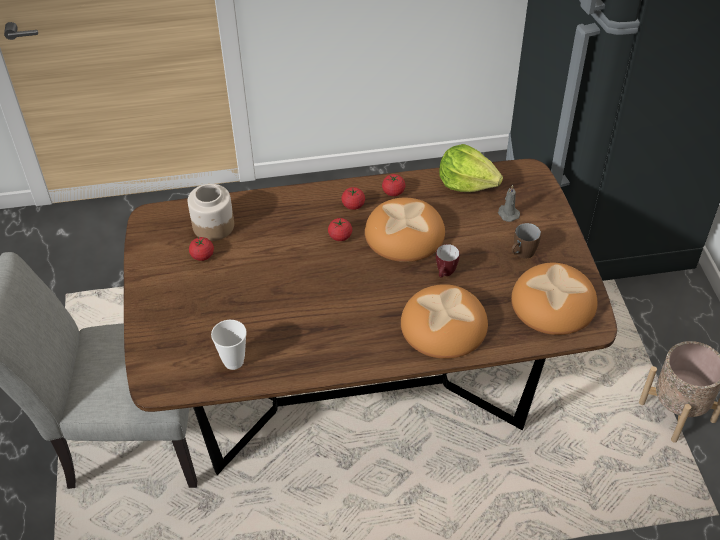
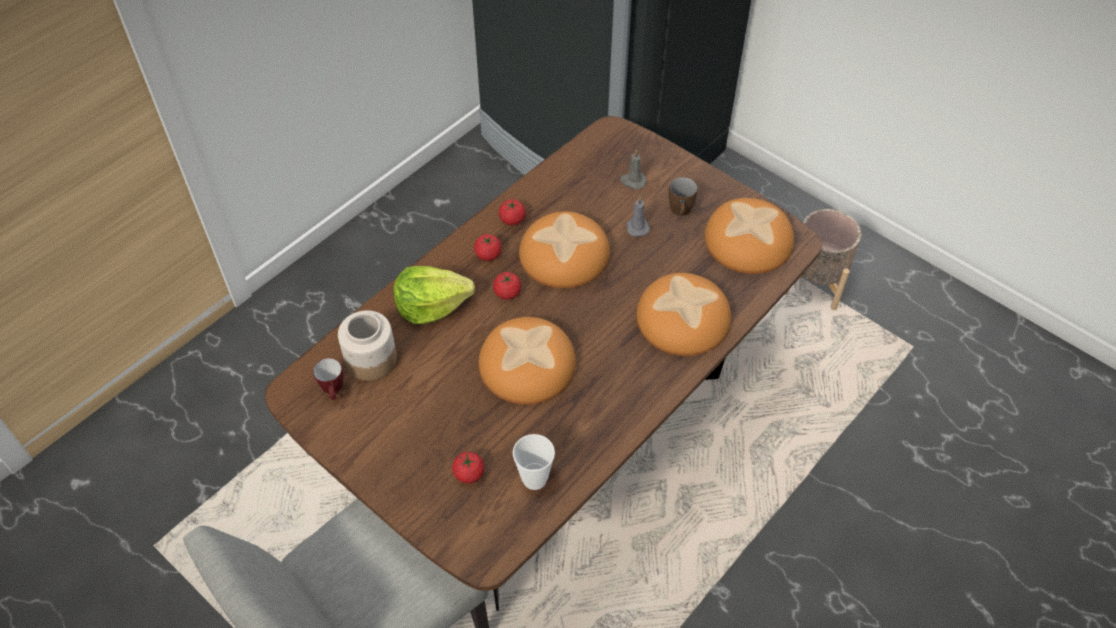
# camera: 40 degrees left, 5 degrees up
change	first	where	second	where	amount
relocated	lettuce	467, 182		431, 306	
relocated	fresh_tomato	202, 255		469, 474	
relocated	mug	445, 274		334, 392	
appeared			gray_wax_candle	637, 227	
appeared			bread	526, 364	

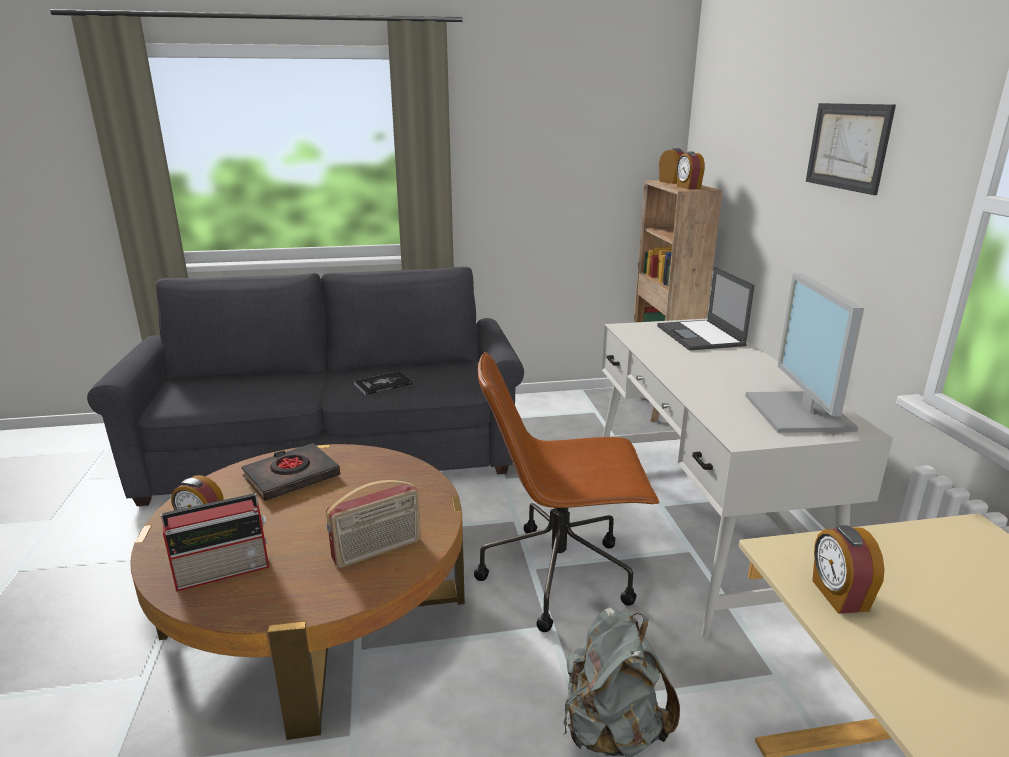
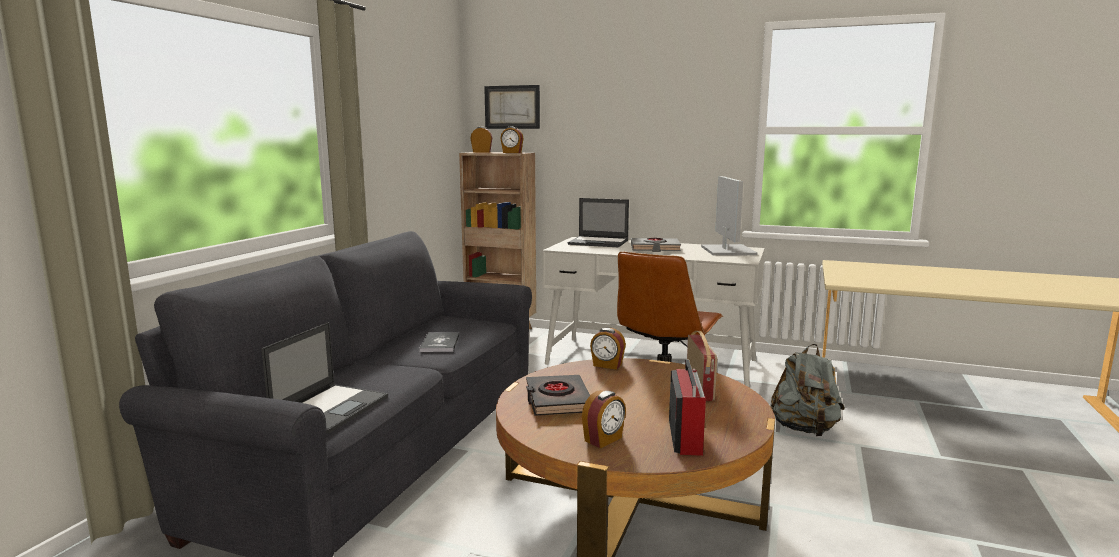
# camera: 60 degrees left, 10 degrees down
change	first	where	second	where	amount
relocated	picture	848, 146		512, 107	
spun	computer_display	800, 413		727, 250	120 degrees counterclockwise
relocated	table_clock	838, 595		607, 365	
appeared			gray_bound_book	655, 248	
appeared			portable_computer	331, 408	

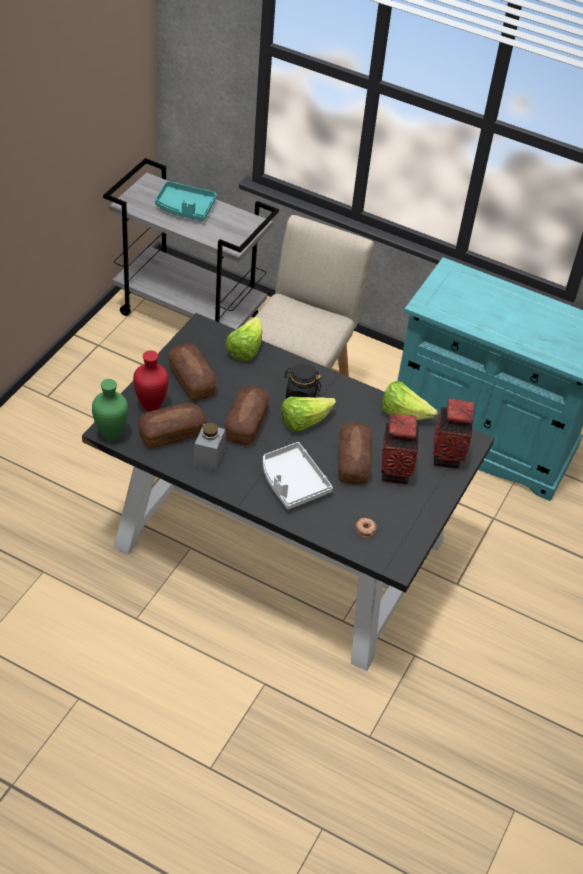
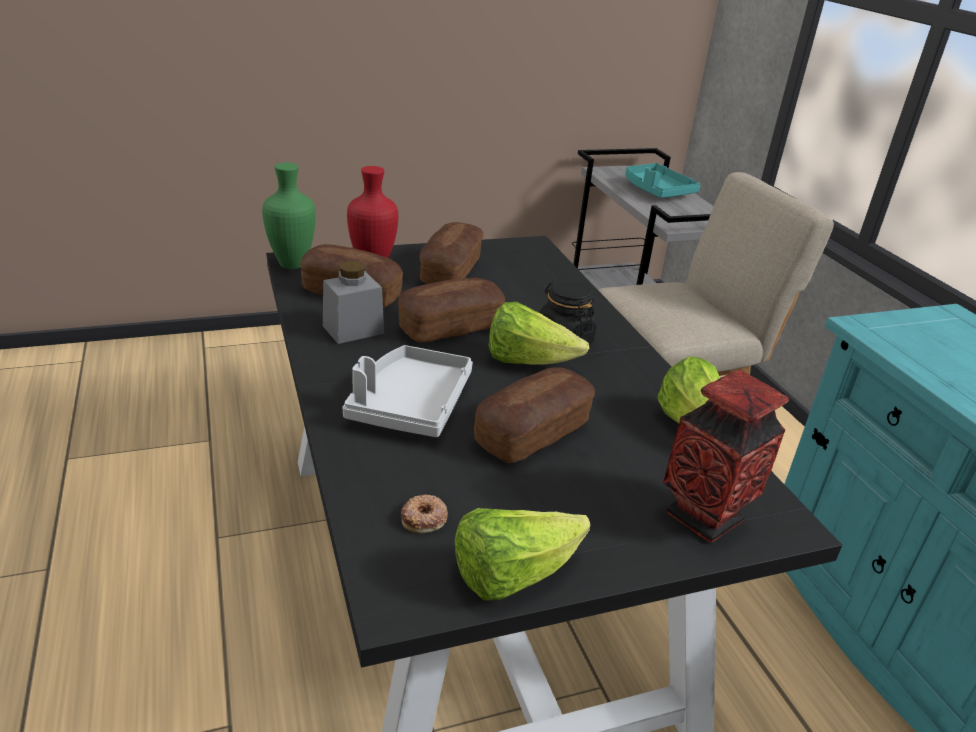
# camera: 45 degrees right, 15 degrees down
change	first	where	second	where	amount
relocated	lettuce	245, 349		512, 575	
missing	flower_vase	395, 473			

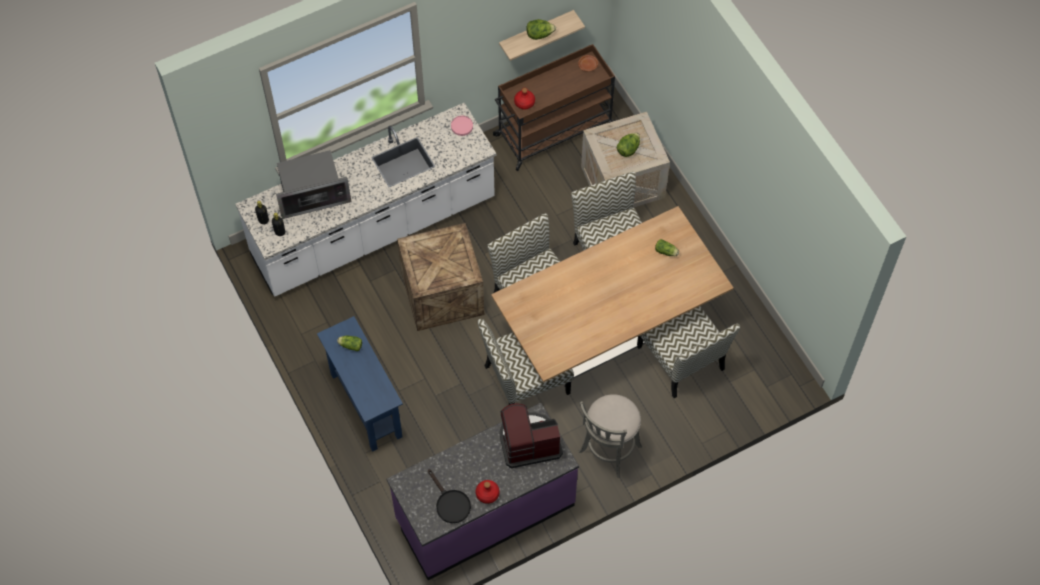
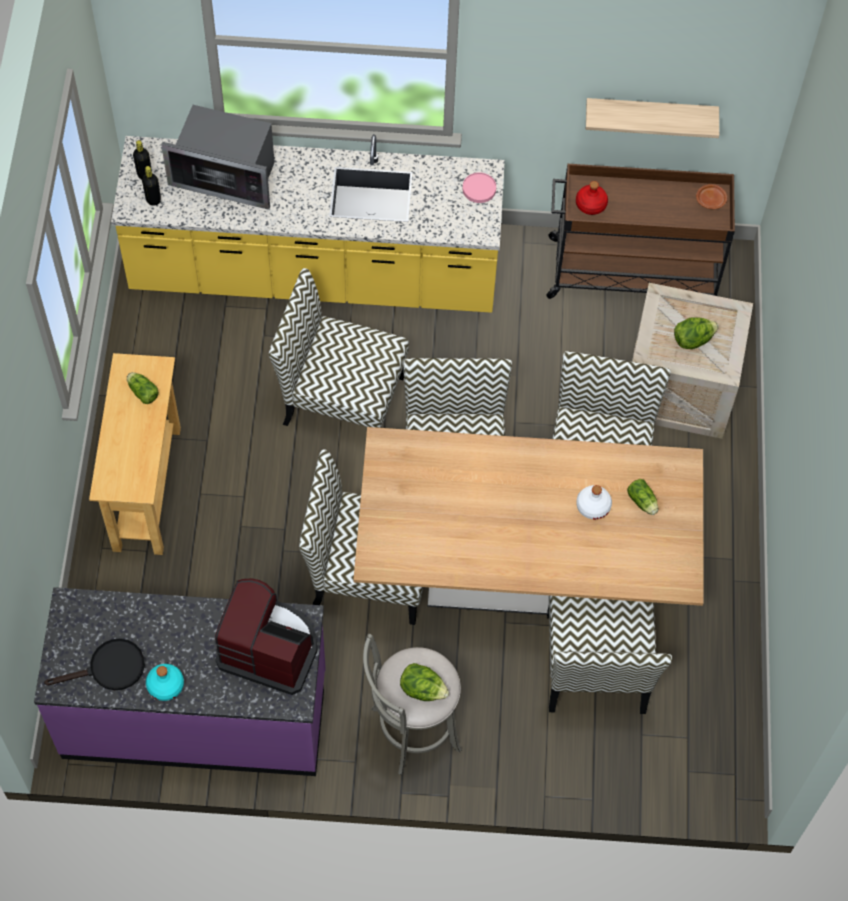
# camera: 30 degrees right, 0 degrees up
change	first	where	second	where	amount
relocated	lettuce	539, 35		422, 689	
colour	whitish_kitchen_base_unit	374, 229	yellowish_kitchen_base_unit	314, 274	
exchanged	packing_crate	441, 292	chair	341, 399	
colour	bluish_console_table	366, 405	beige_console_table	147, 488	
spun	blackish_pan	450, 503		109, 669	105 degrees counterclockwise
colour	reddish_beverage_bottle	487, 494	turquoise_beverage_bottle	166, 686	
appeared			whitish_beverage_bottle	593, 506	

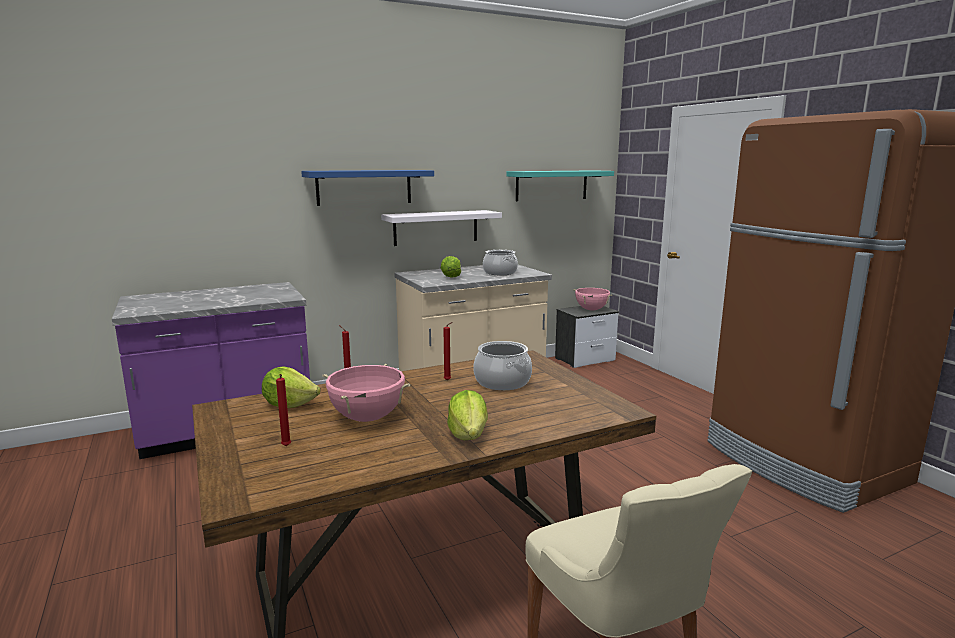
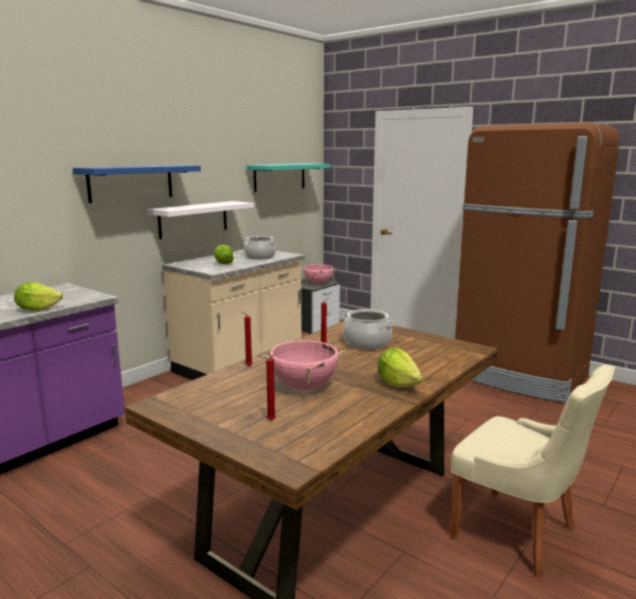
# camera: 25 degrees left, 0 degrees up
change	first	where	second	where	amount
relocated	lettuce	289, 404		37, 309	

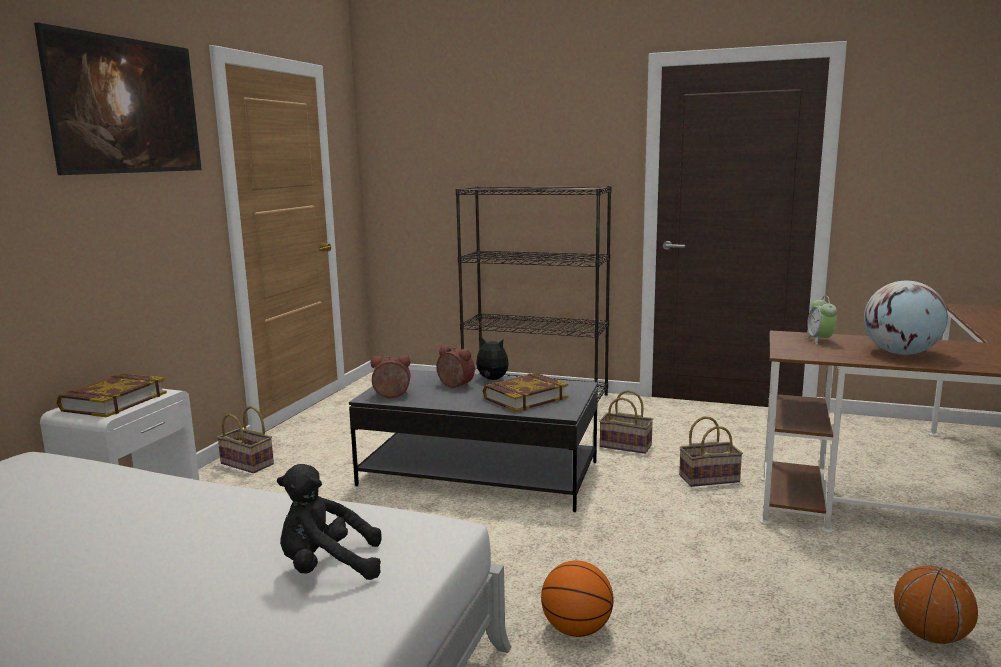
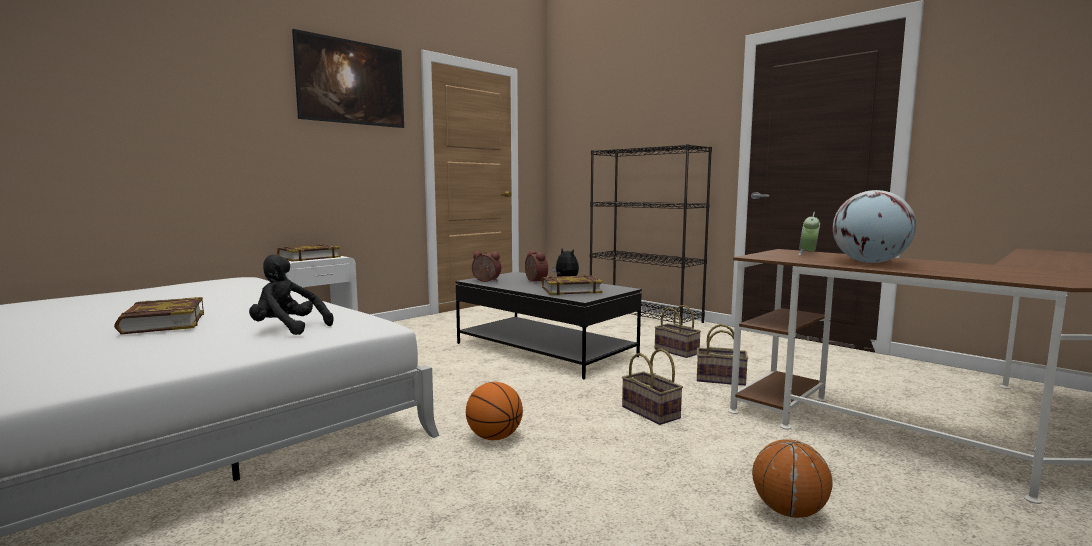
# camera: 25 degrees right, 5 degrees down
change	first	where	second	where	amount
relocated	household_basket	249, 464		652, 412	
appeared			bound_book	163, 323	

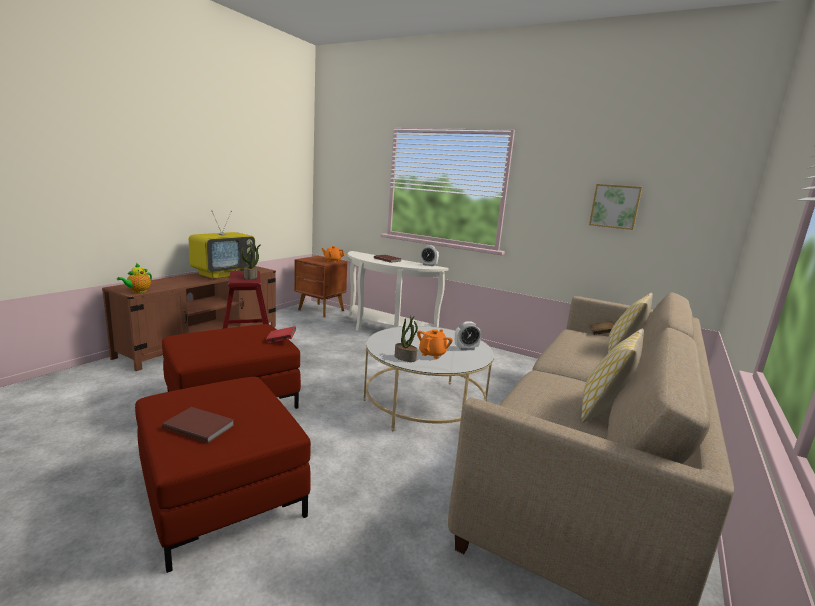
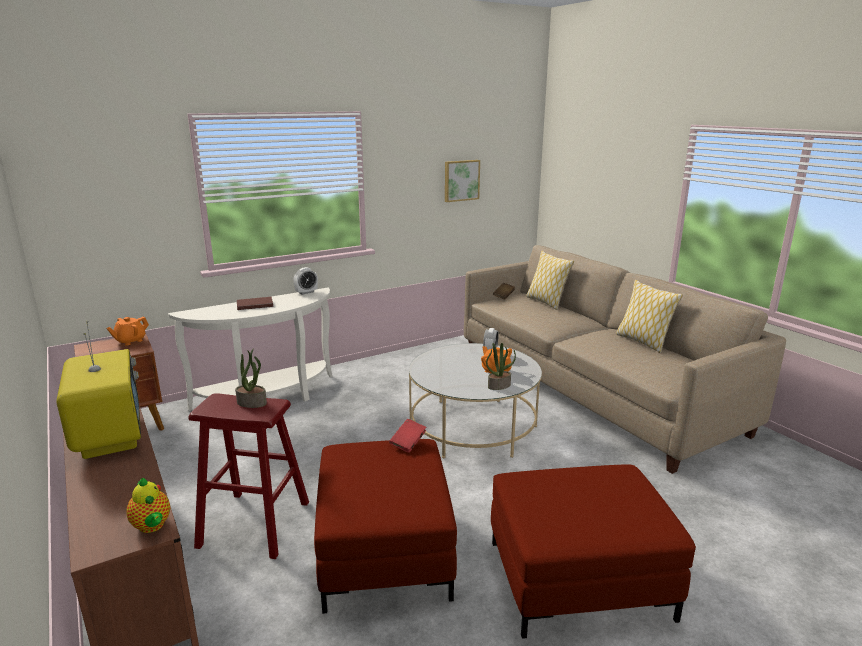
# camera: 60 degrees left, 5 degrees up
change	first	where	second	where	amount
missing	brown-coloured_bound_book	199, 426			

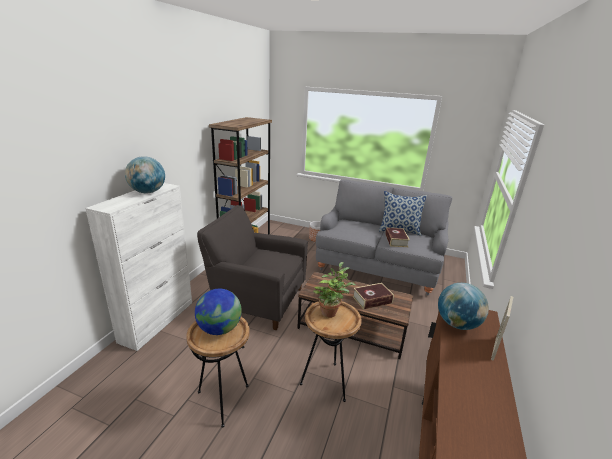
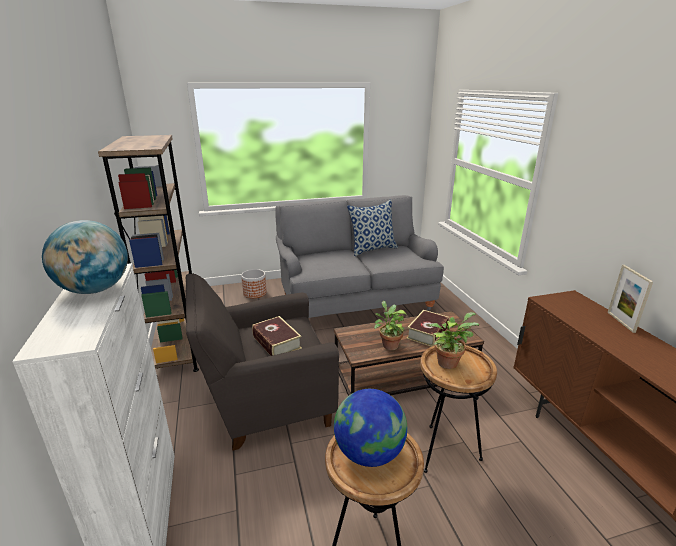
# camera: 35 degrees left, 0 degrees up
change	first	where	second	where	amount
relocated	bound_book	396, 240		276, 342	
missing	desk_globe	457, 324			

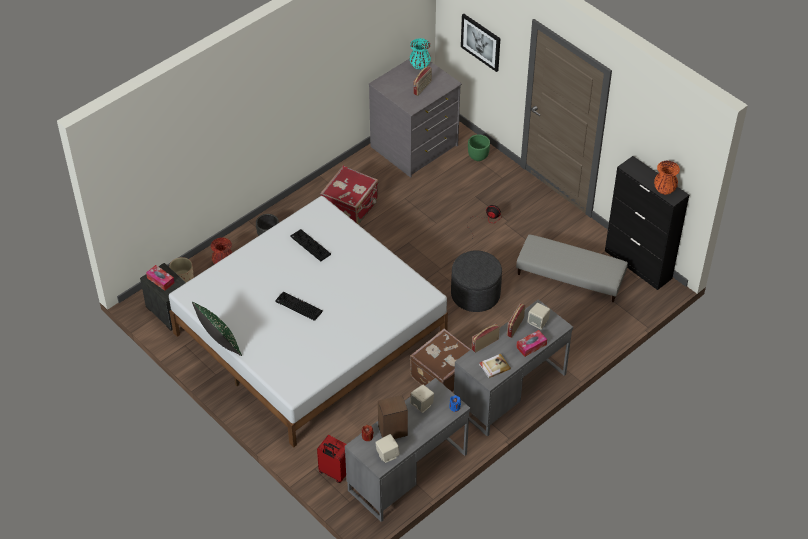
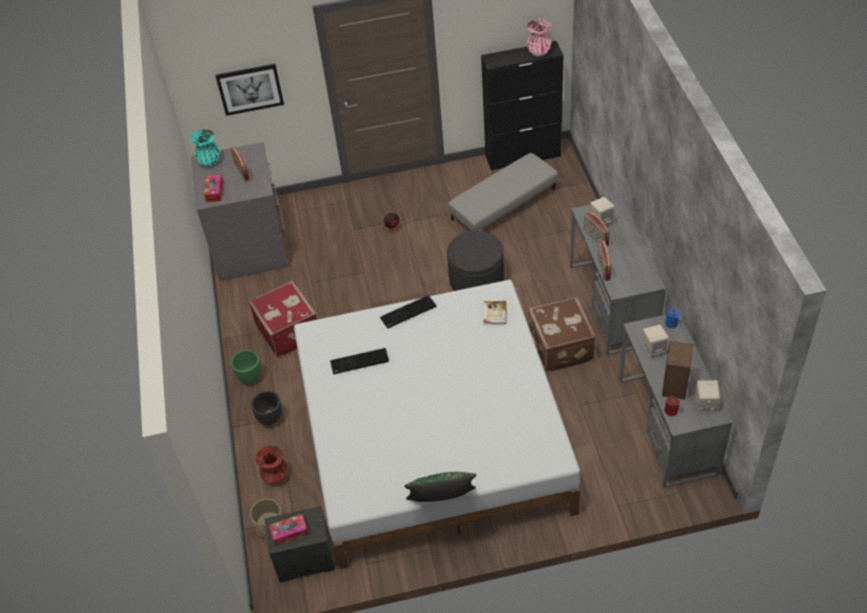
# camera: 55 degrees left, 0 degrees up
change	first	where	second	where	amount
relocated	greenish_plant_pot	478, 157		250, 377	
colour	orange-coloured_flower_vase	664, 189	pinkish_flower_vase	538, 52	
relocated	PC_keyboard	298, 307		408, 313	
relocated	box_of_tissues	531, 346		214, 191	
relocated	bound_book	494, 366		494, 313	
missing	reddish_piece_of_luggage	334, 472			

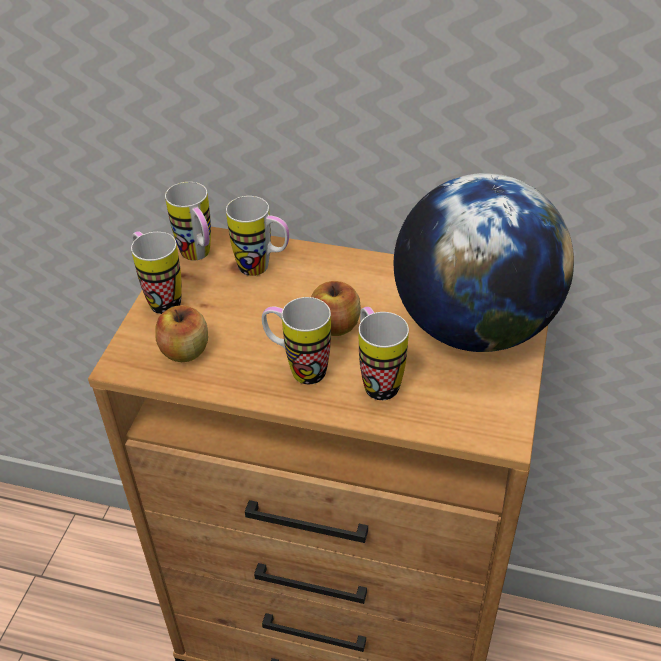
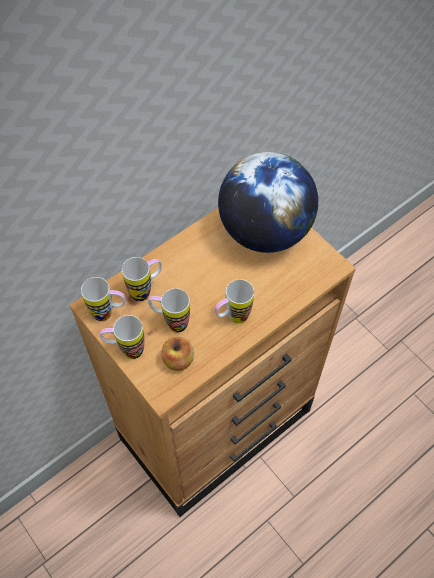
# camera: 55 degrees left, 15 degrees up
change	first	where	second	where	amount
missing	apple	335, 326			
relocated	mug	376, 379		171, 322	

